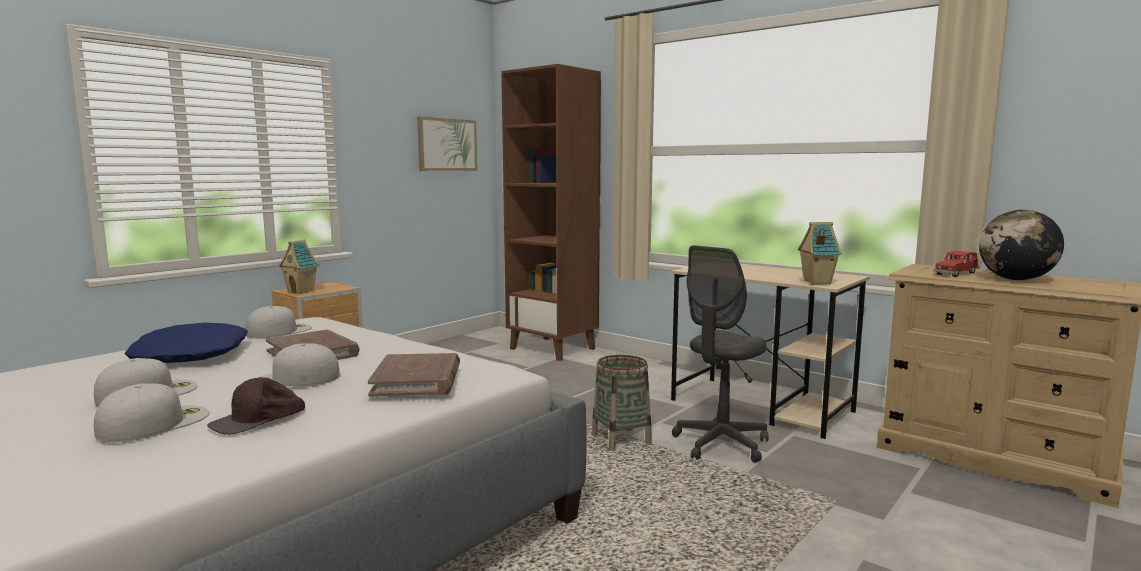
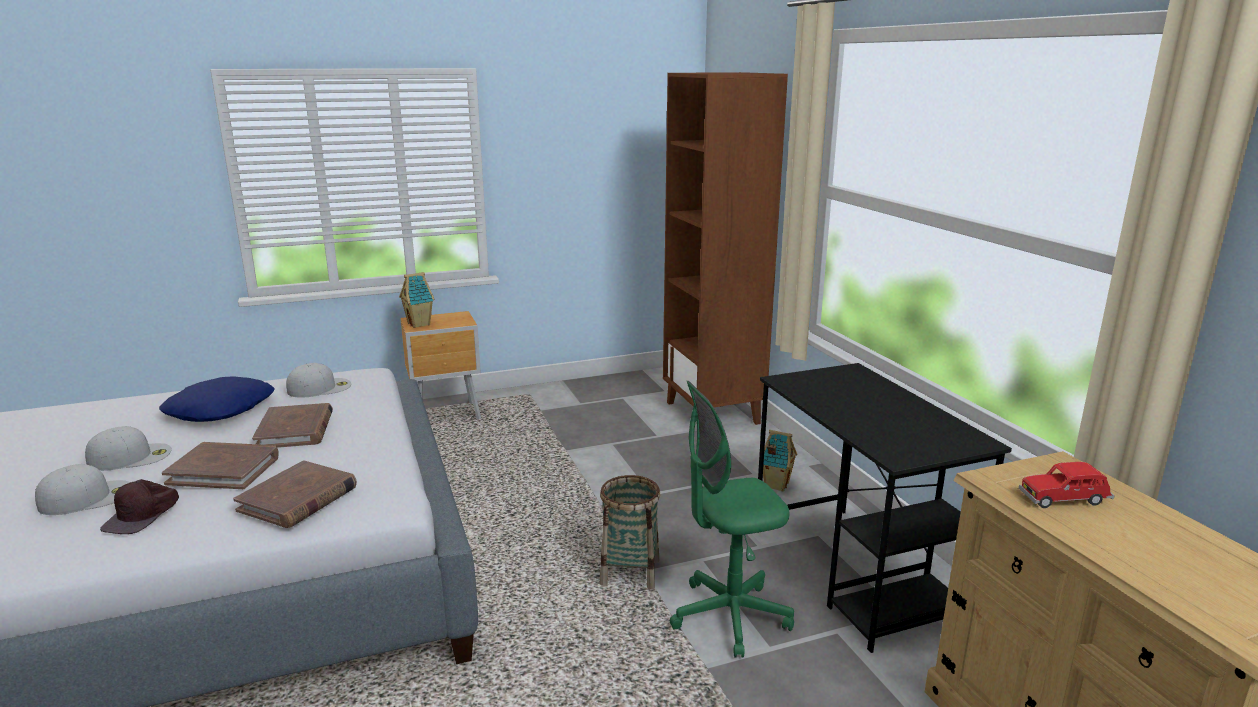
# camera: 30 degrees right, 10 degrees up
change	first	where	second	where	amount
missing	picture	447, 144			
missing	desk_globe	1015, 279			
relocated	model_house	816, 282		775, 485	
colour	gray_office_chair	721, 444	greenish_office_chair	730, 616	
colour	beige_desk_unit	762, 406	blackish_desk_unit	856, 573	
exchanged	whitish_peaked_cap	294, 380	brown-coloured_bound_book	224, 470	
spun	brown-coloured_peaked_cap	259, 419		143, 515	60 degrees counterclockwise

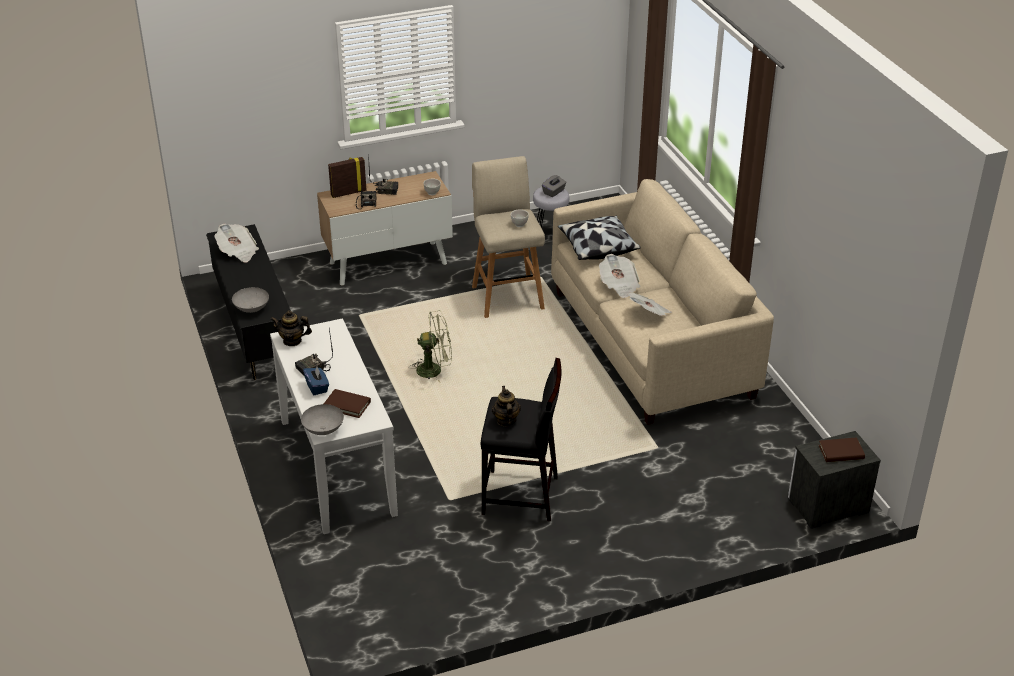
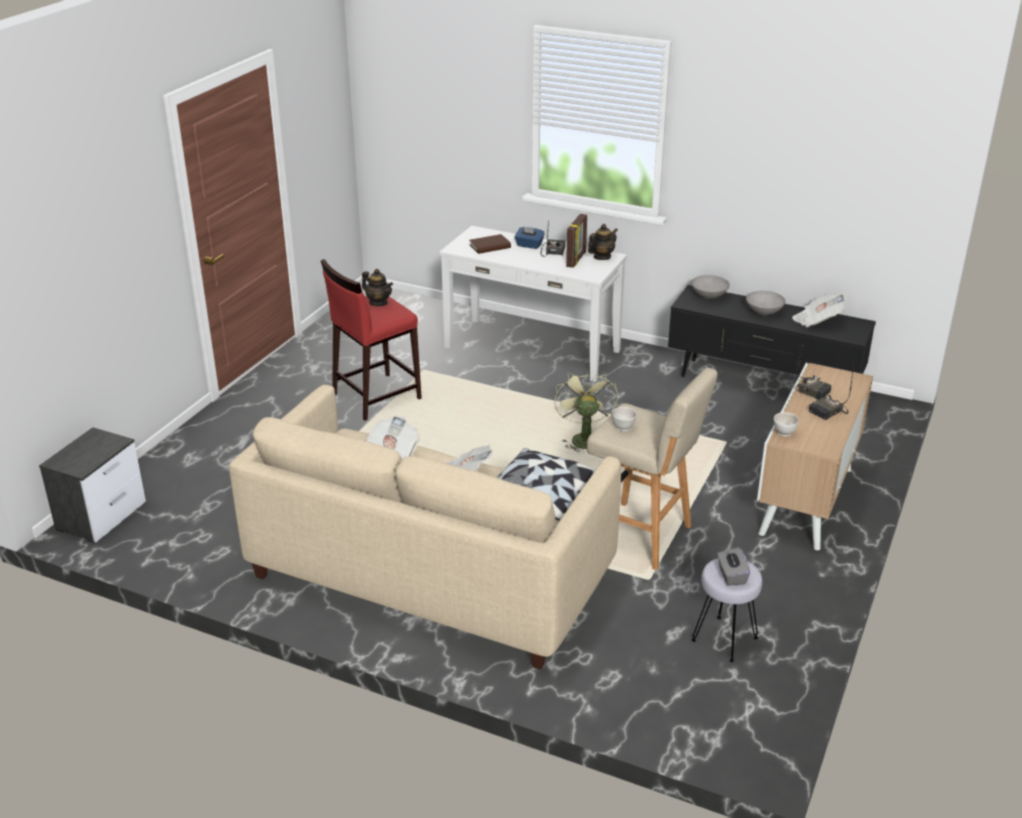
# camera: 135 degrees right, 5 degrees down
change	first	where	second	where	amount
relocated	picture_frame	348, 193		576, 260	
spun	greenish_electric_fan	434, 369		583, 438	135 degrees clockwise
colour	blackish_stool_seat	521, 496	reddish_stool_seat	375, 396	
relocated	gray_serving_bowl	323, 430		763, 312	
missing	brown-coloured_bound_book	841, 452			

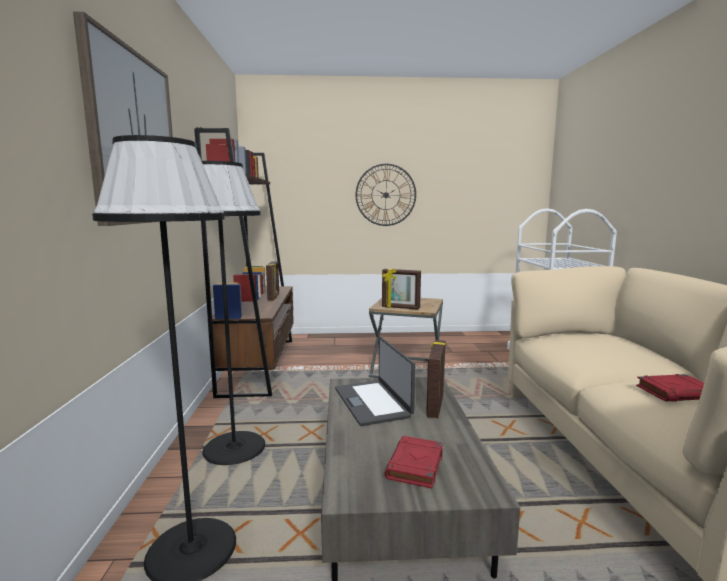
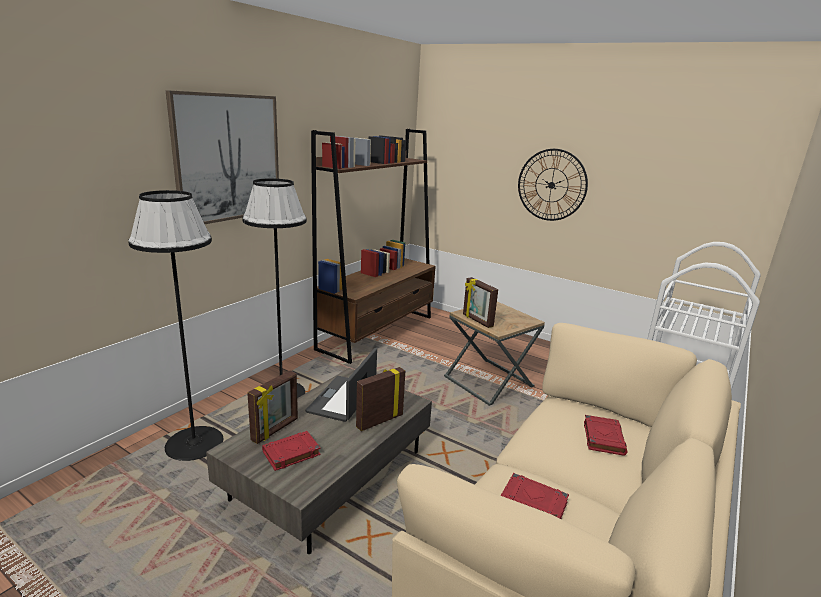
# camera: 35 degrees right, 10 degrees up
change	first	where	second	where	amount
relocated	picture_frame	274, 297		275, 430	
appeared			reddish_bound_book	603, 437	

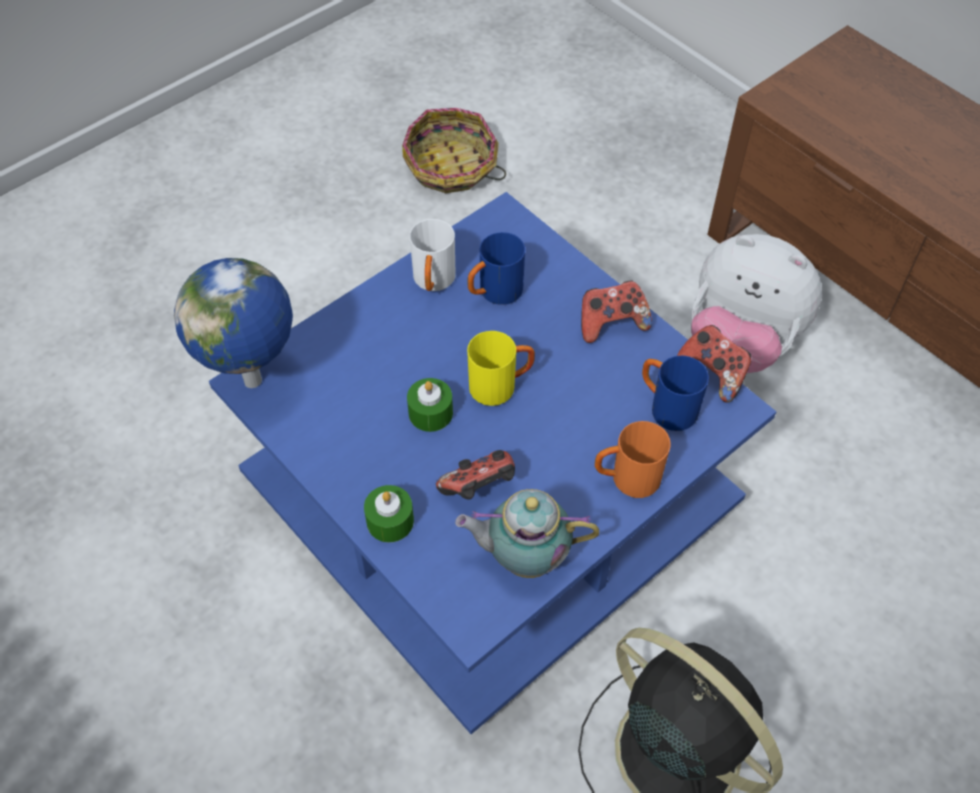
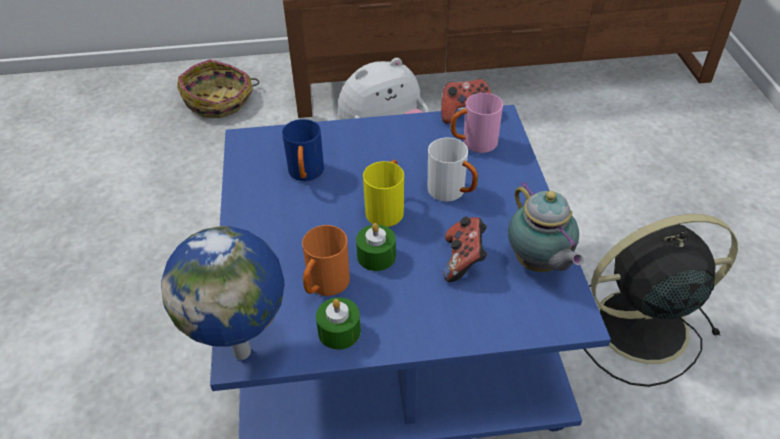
# camera: 55 degrees left, 10 degrees down
change	first	where	second	where	amount
relocated	household_basket	451, 167		219, 101	
relocated	whitish_mug	433, 283		452, 193	
missing	joypad	611, 323			
colour	bluish_mug	666, 407	pinkish_mug	473, 144	
relocated	orange-coloured_mug	626, 479		324, 287	
relocated	greenish_wax_candle	390, 521		339, 331	
spun	pot_for_tea	524, 557		538, 264	60 degrees counterclockwise

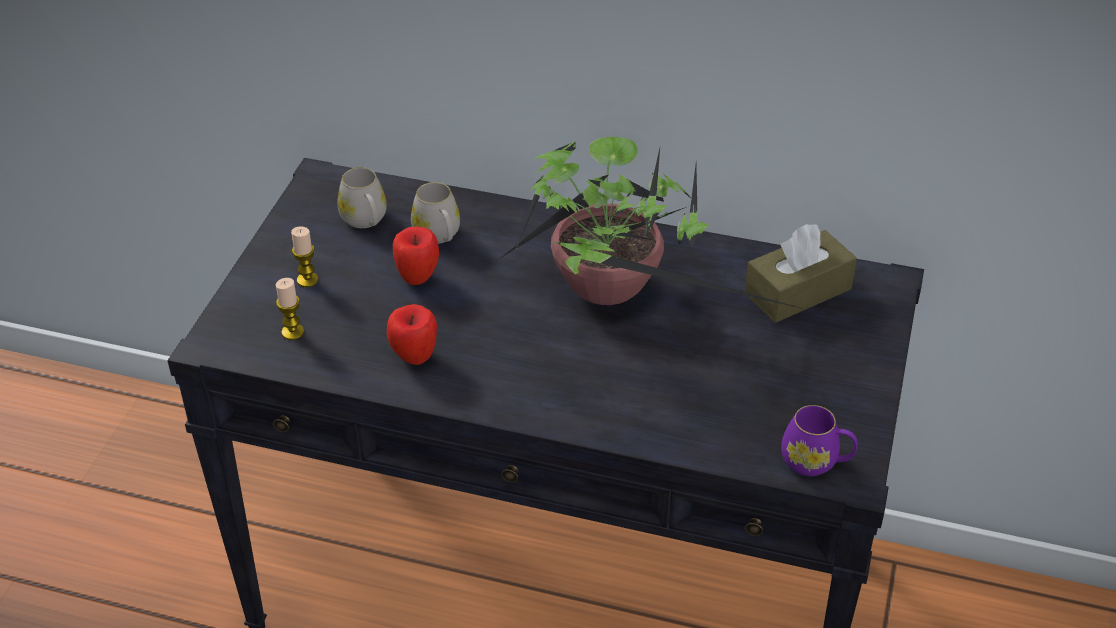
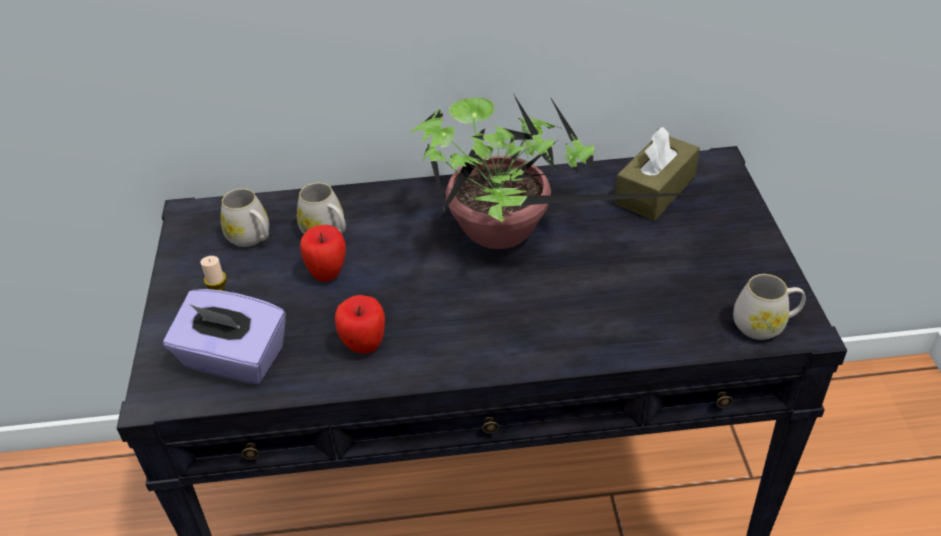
# camera: 20 degrees left, 0 degrees up
change	first	where	second	where	amount
exchanged	wax_candle	293, 332	purple-coloured_box_of_tissues	233, 360	
colour	purple-coloured_mug	816, 462	whitish_mug	765, 325	

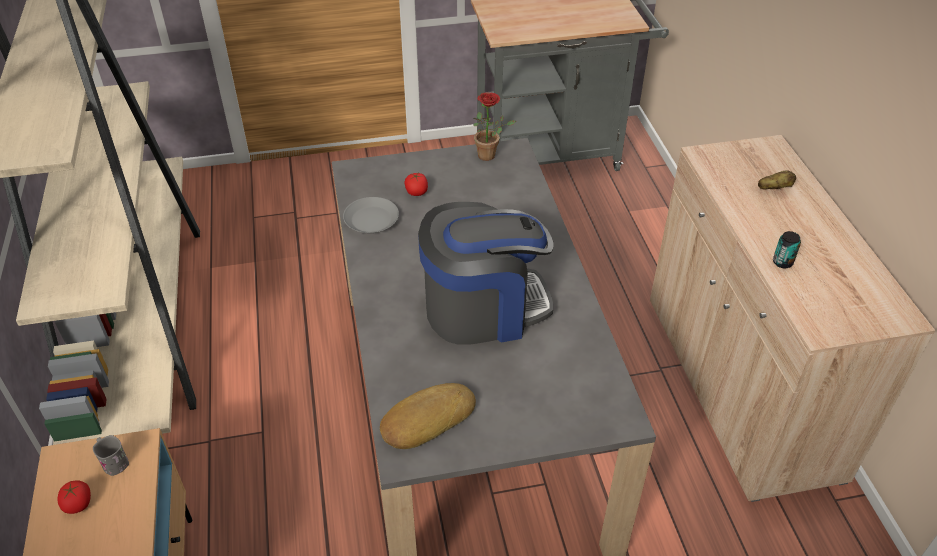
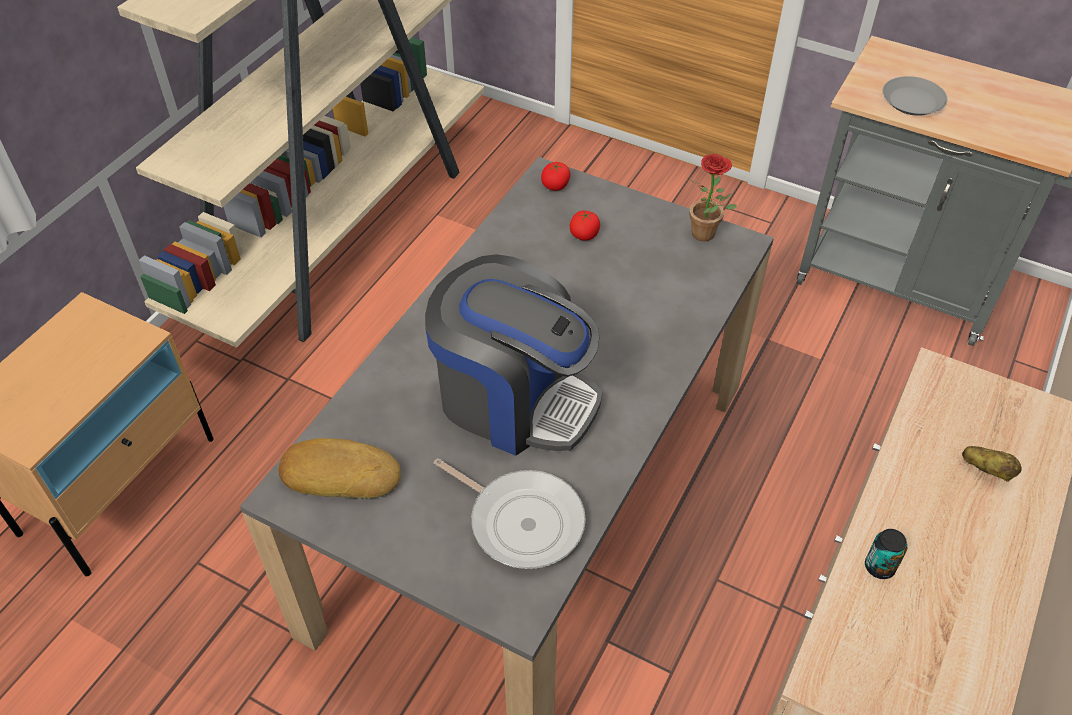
# camera: 40 degrees right, 5 degrees up
change	first	where	second	where	amount
relocated	gray_flat_dish	371, 220		912, 102	
missing	gray_mug	113, 462			
relocated	fresh_tomato	78, 504		555, 185	
appeared			pan	521, 520	

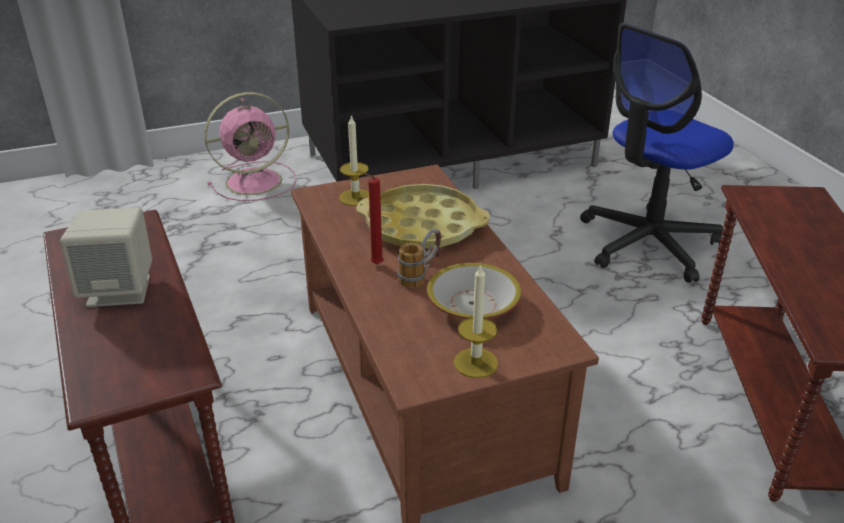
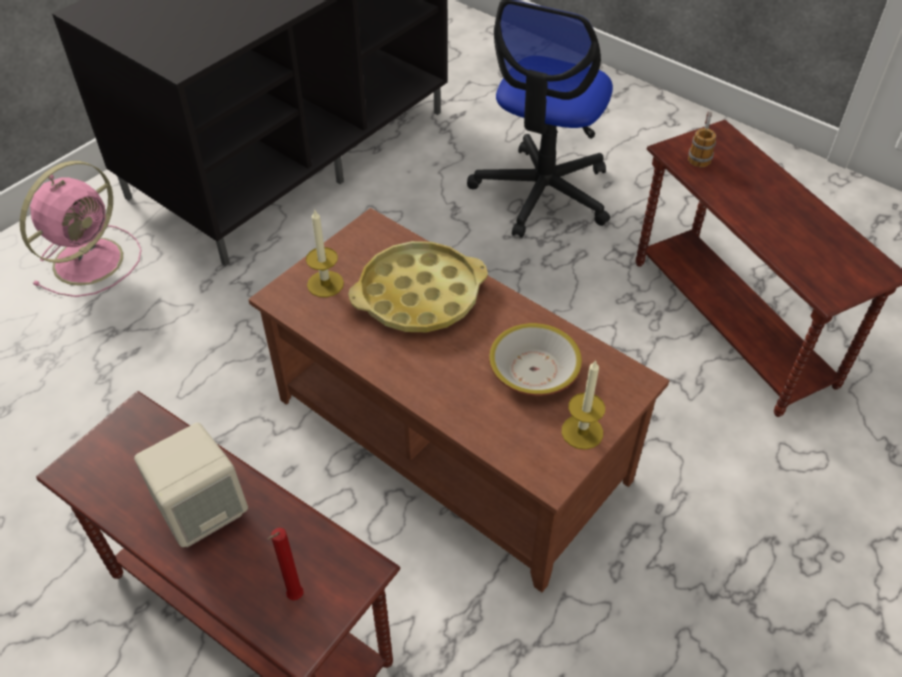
# camera: 30 degrees left, 15 degrees up
change	first	where	second	where	amount
relocated	reddish_wax_candle	375, 265		294, 598	
relocated	mug	420, 275		700, 153	

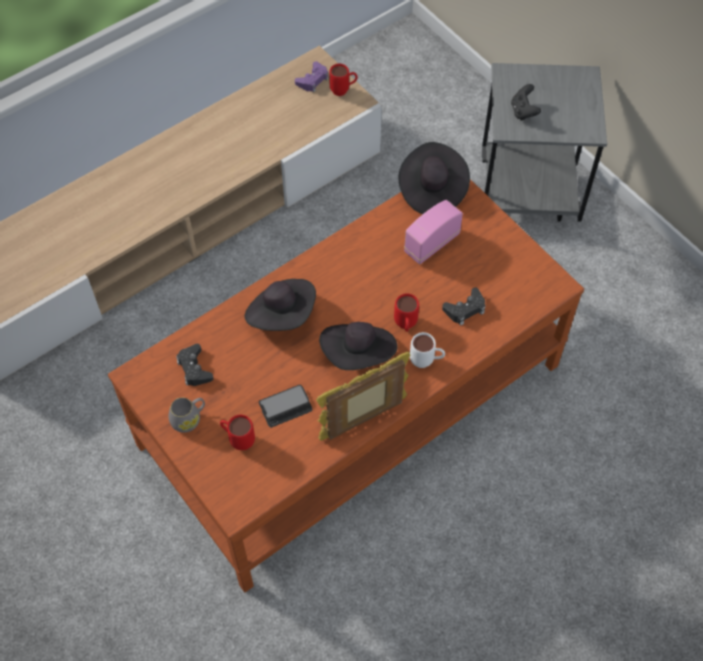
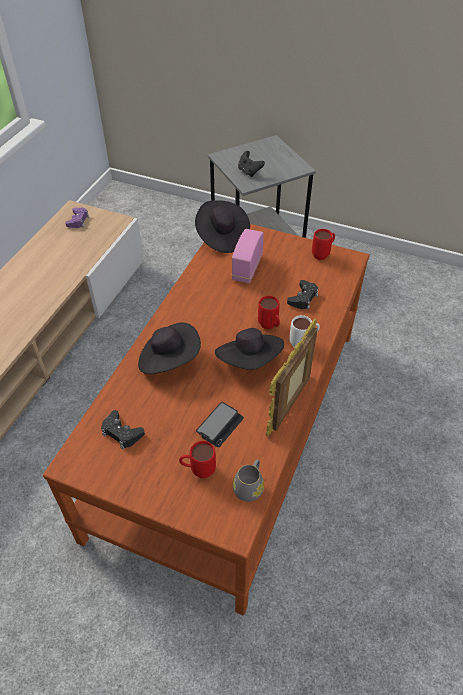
# camera: 30 degrees left, 10 degrees down
change	first	where	second	where	amount
relocated	reddish_mug	343, 91		323, 254	
relocated	gray_mug	189, 419		249, 486	

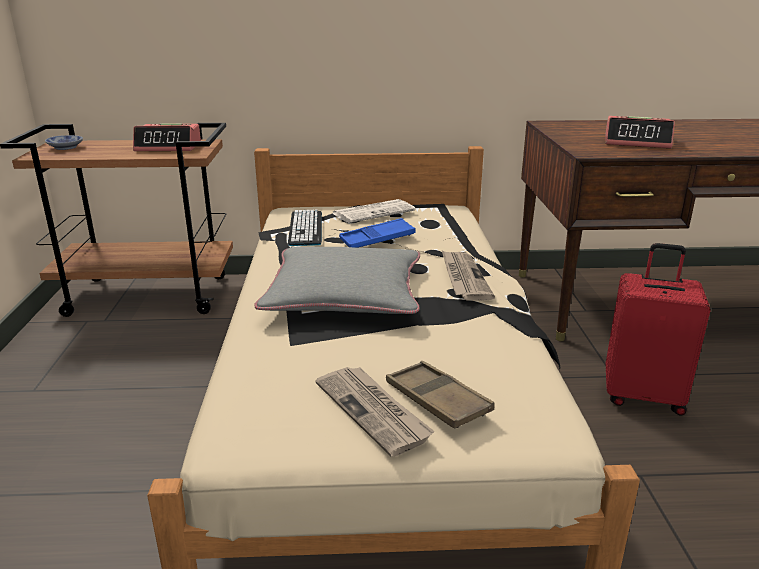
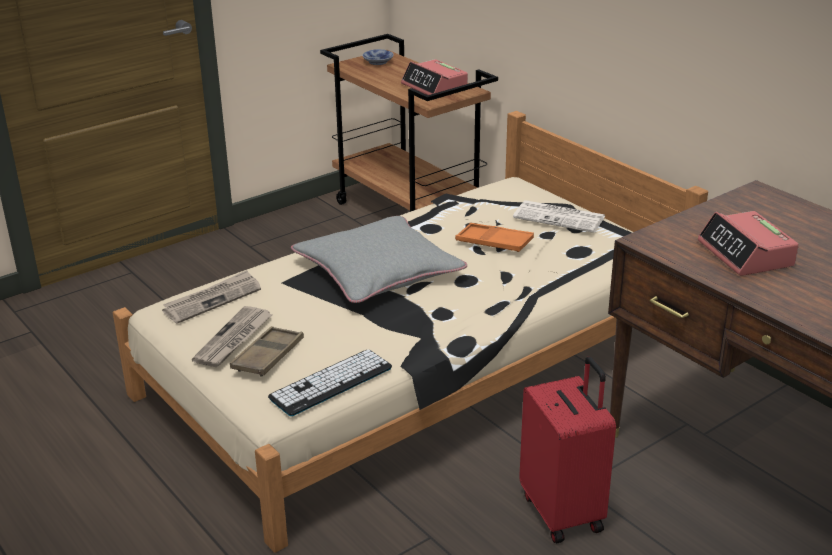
# camera: 55 degrees right, 5 degrees up
change	first	where	second	where	amount
relocated	PC_keyboard	305, 228		331, 383	
colour	bluish_carrying_tray	377, 239	orange-coloured_carrying_tray	494, 242	
relocated	daily_paper	463, 278		212, 299	

